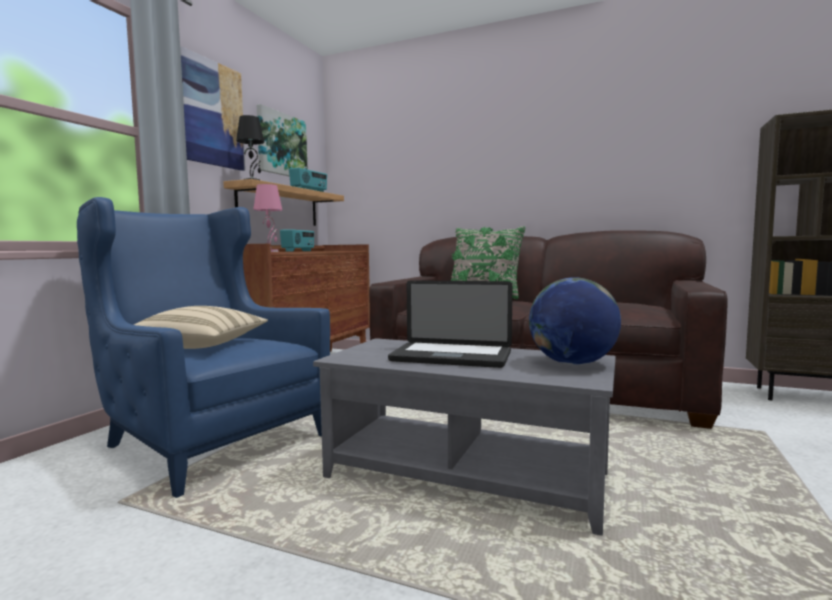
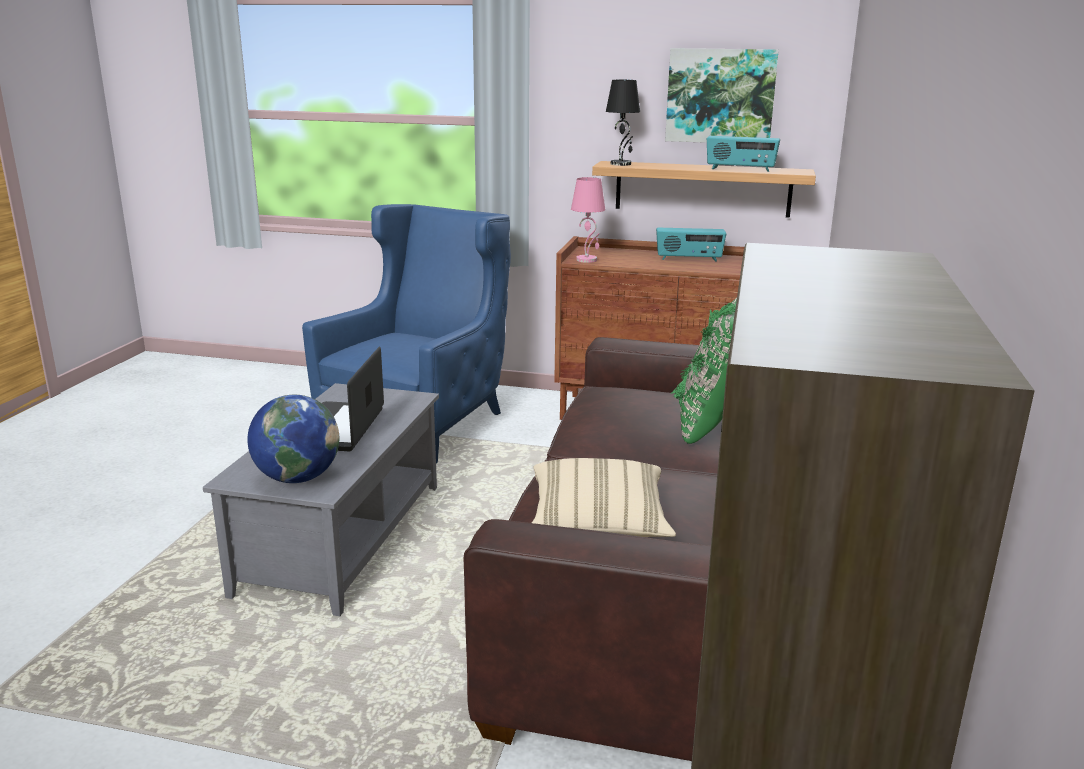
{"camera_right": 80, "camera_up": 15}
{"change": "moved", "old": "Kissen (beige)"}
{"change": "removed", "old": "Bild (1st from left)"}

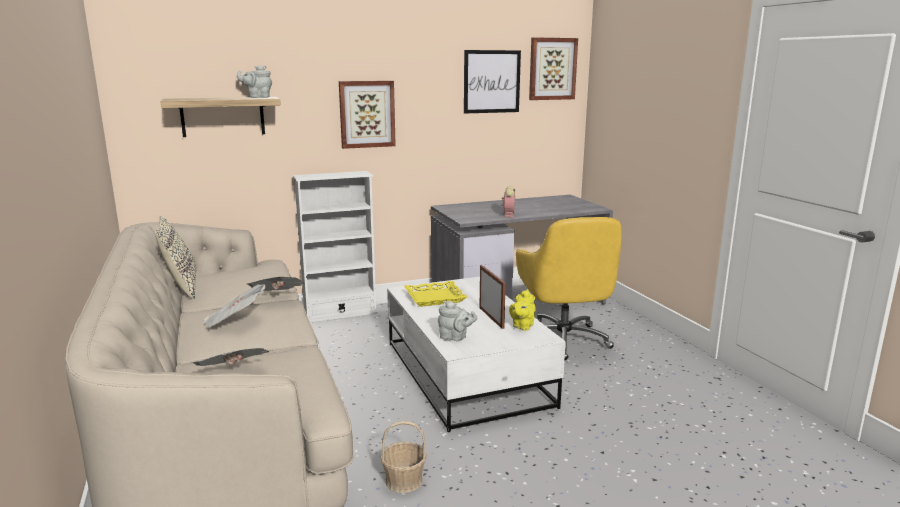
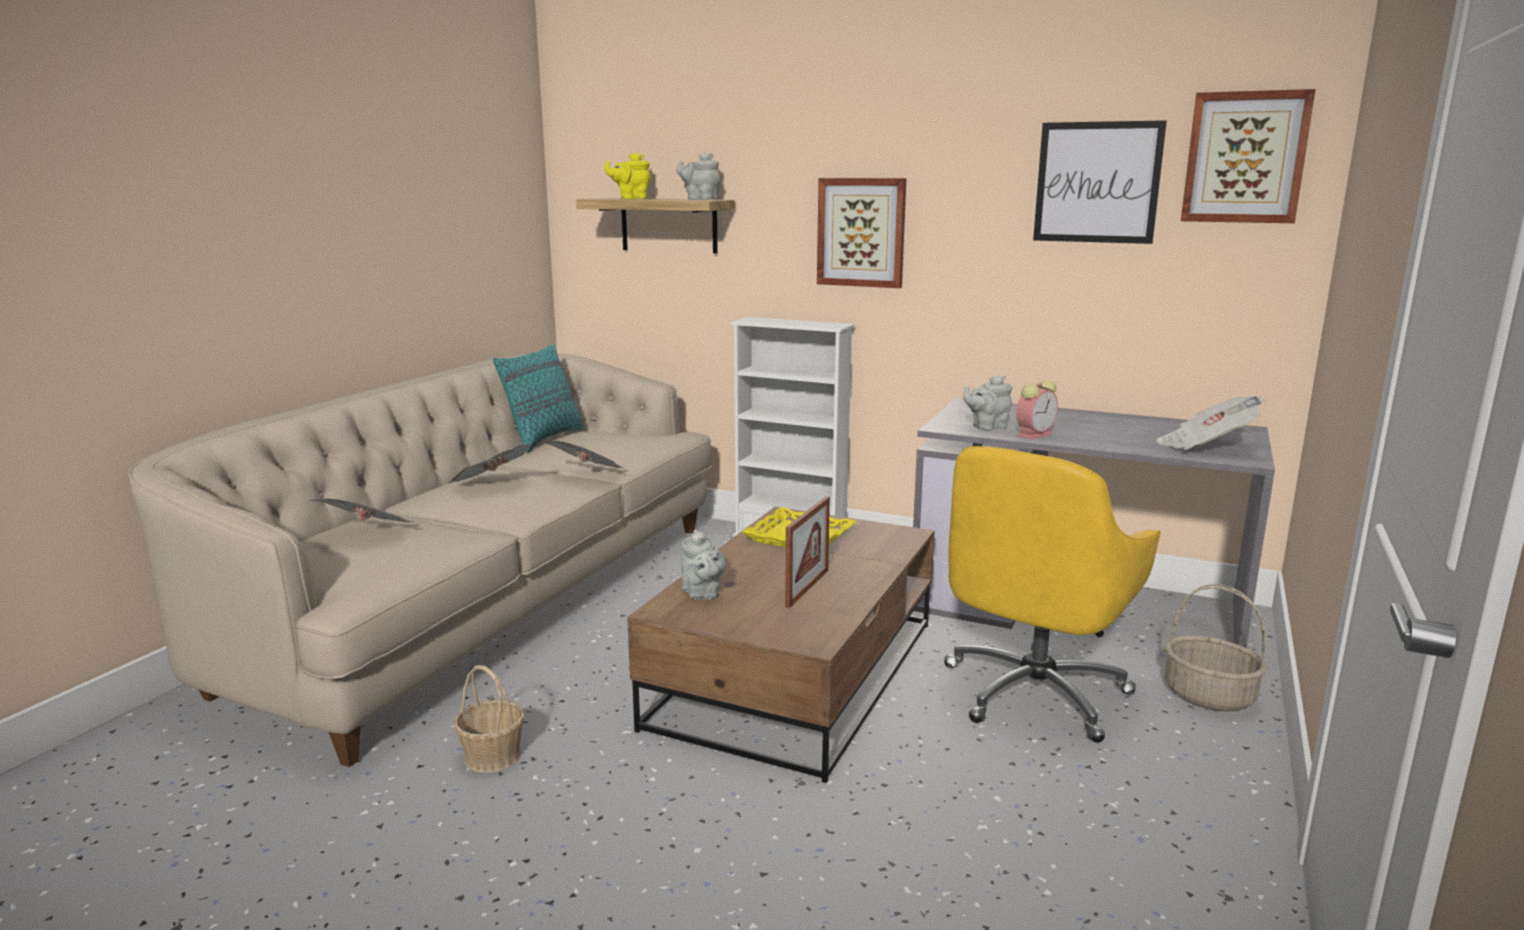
{"camera_right": 45, "camera_up": 0}
{"change": "recoloured", "old": "Kissen (beige)", "new": "Kissen (türkis)"}
{"change": "recoloured", "old": "Couchtisch (weiß)", "new": "Couchtisch (braun)"}
{"change": "moved", "old": "Teekanne (gelb)"}
{"change": "added", "new": "Teekanne (grau) (3rd from left)"}
{"change": "added", "new": "Zeitung (4th from left)"}
{"change": "added", "new": "Korb (2nd from left)"}

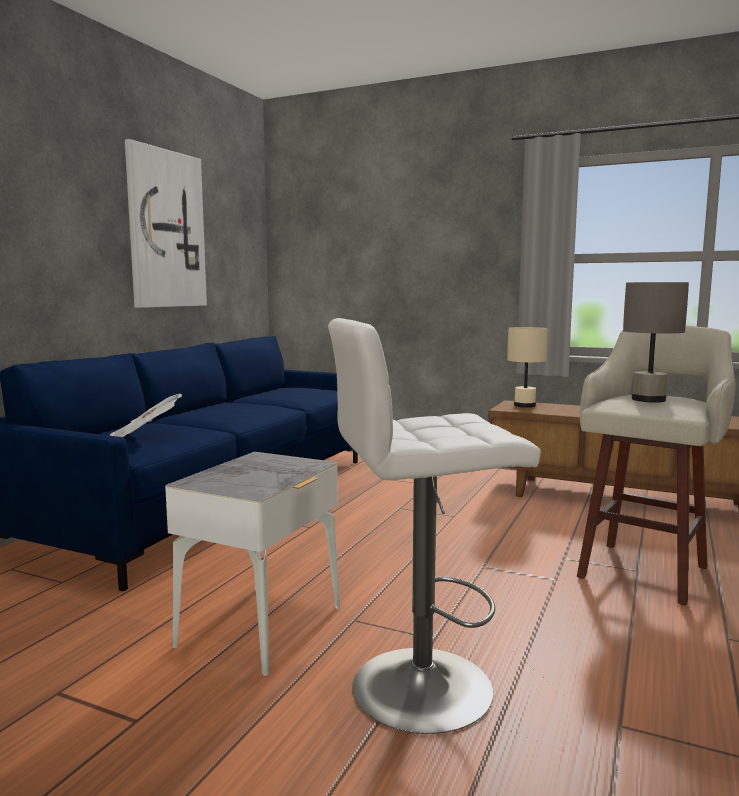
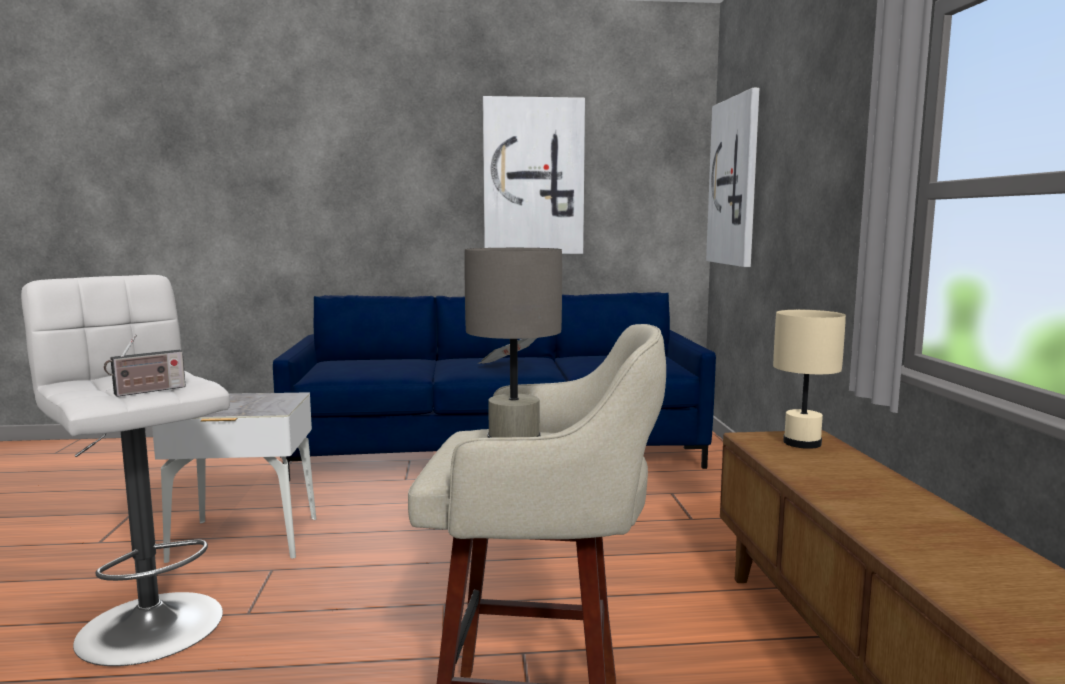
{"camera_right": 60, "camera_up": 0}
{"change": "moved", "old": "Zeitung"}
{"change": "added", "new": "Radio"}
{"change": "added", "new": "Bild (2nd from left)"}

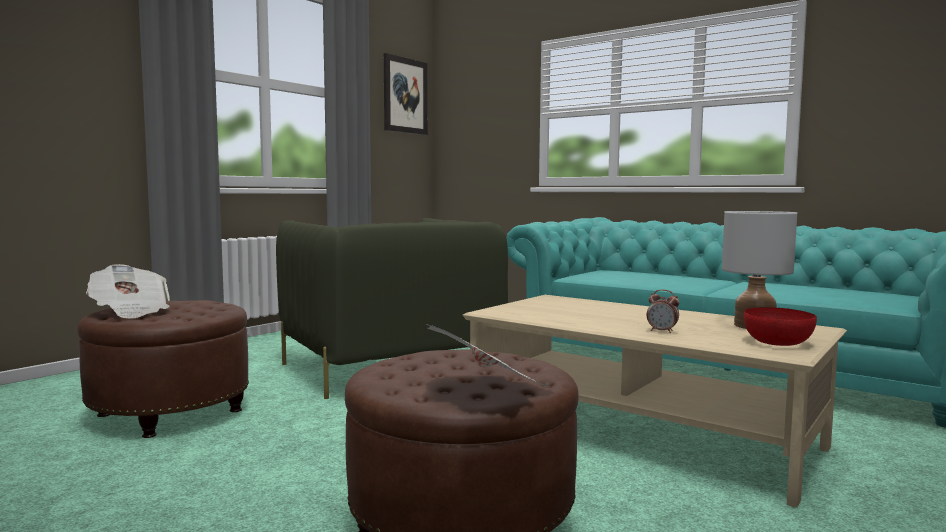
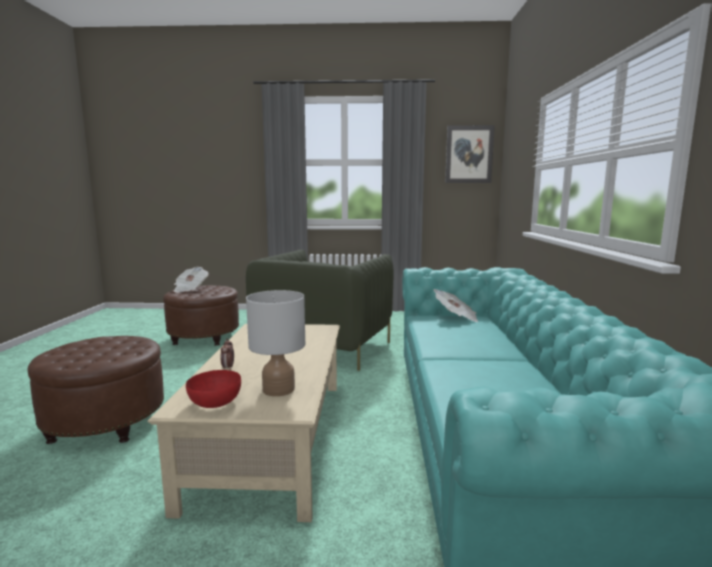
{"camera_right": 55, "camera_up": 5}
{"change": "moved", "old": "Zeitung (2nd from left)"}

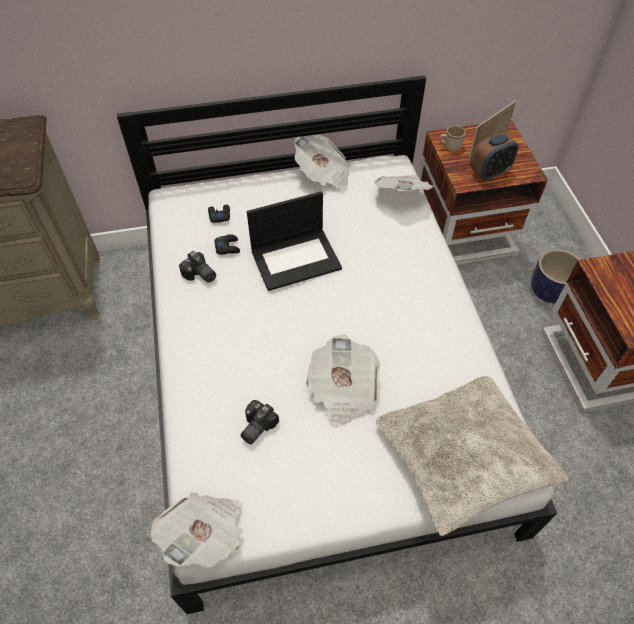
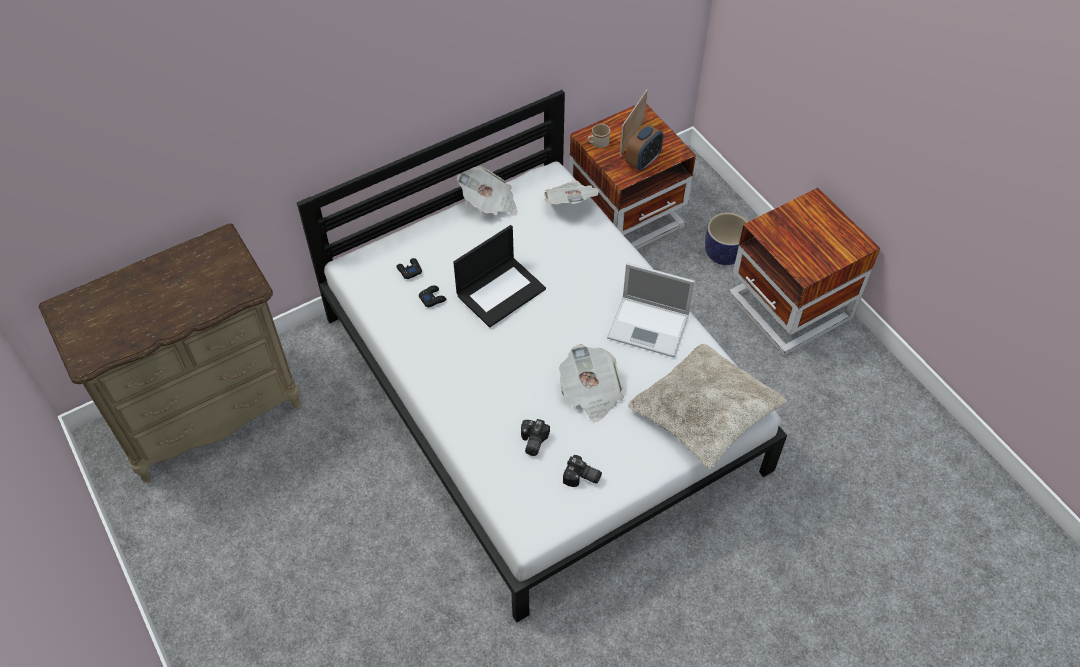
{"camera_right": -20, "camera_up": 0}
{"change": "removed", "old": "Zeitung (1st from left)"}
{"change": "moved", "old": "Kamera (1st from left in the first image)", "new": "Kamera (2nd from left)"}
{"change": "added", "new": "Laptop (2nd from left)"}

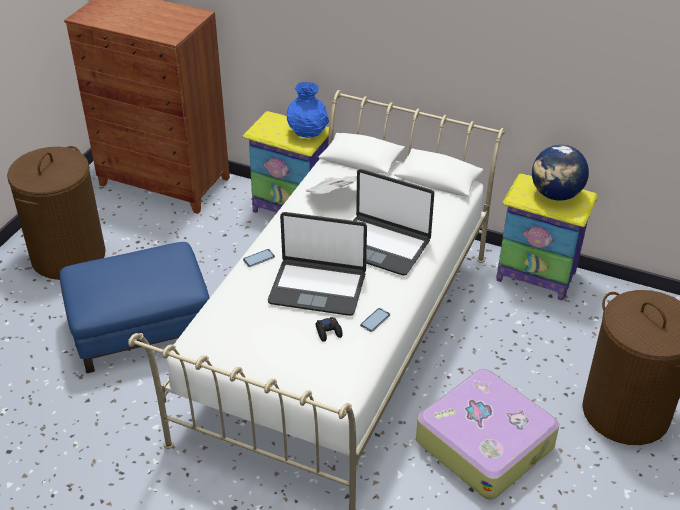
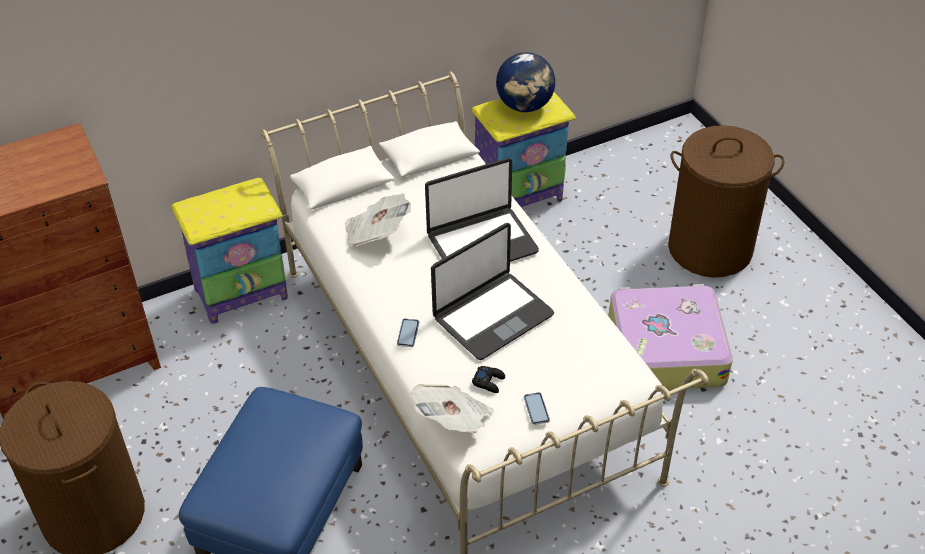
{"camera_right": -50, "camera_up": 5}
{"change": "removed", "old": "Vase (blau)"}
{"change": "moved", "old": "Gamepad (schwarz)"}
{"change": "moved", "old": "Handy (2nd from left)"}
{"change": "added", "new": "Zeitung (2nd from left)"}

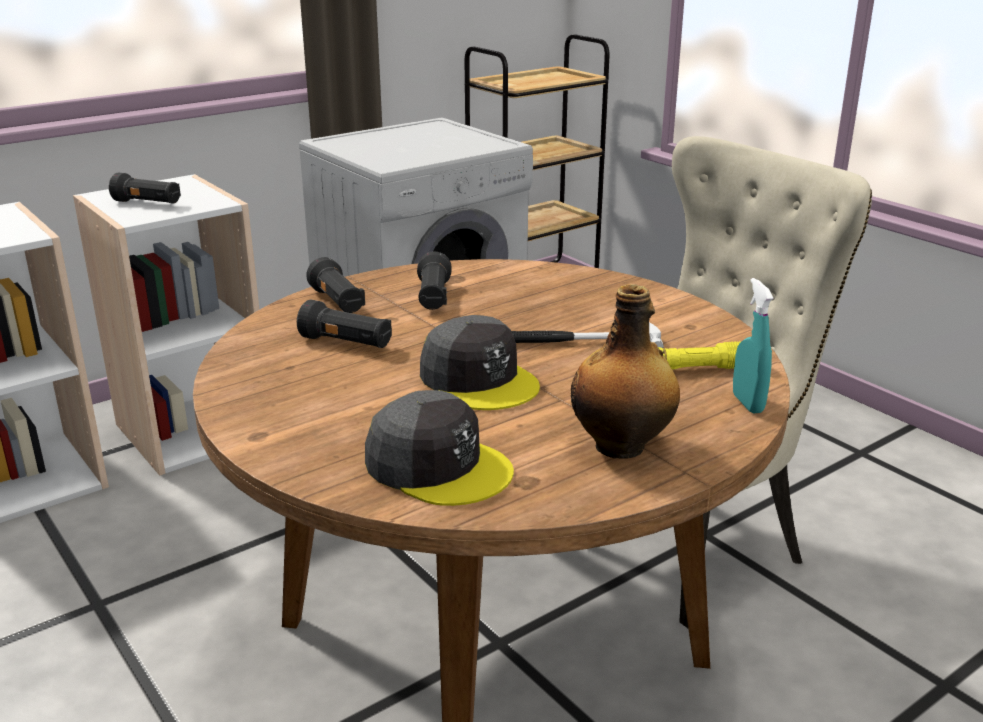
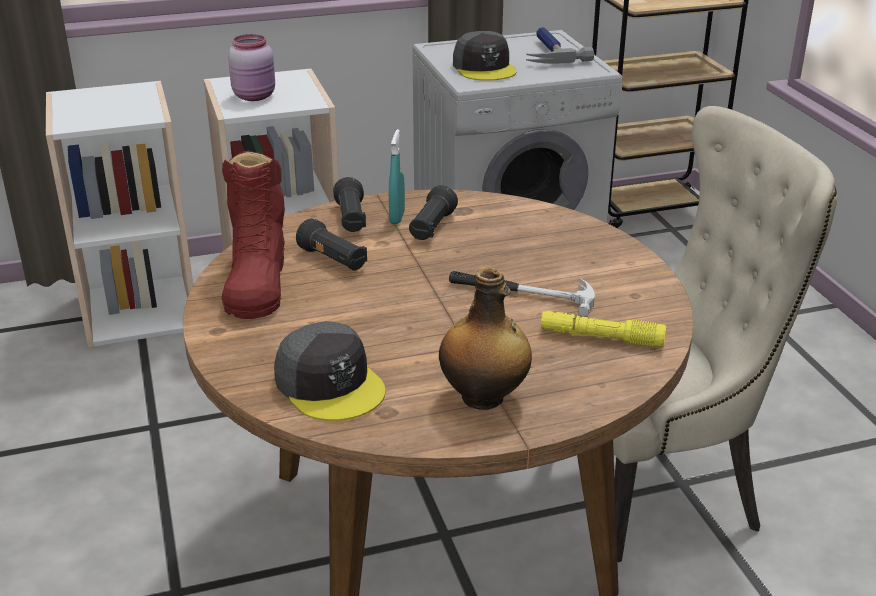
{"camera_right": 20, "camera_up": 5}
{"change": "replaced", "old": "Taschenlampe (schwarz) (1st from left)", "new": "Vorratsglas (rosa)"}
{"change": "moved", "old": "Kappe (grau) (2nd from left)"}
{"change": "moved", "old": "Sprühflasche (türkis)"}
{"change": "added", "new": "Stiefel (rot)"}
{"change": "added", "new": "Hammer (2nd from left)"}

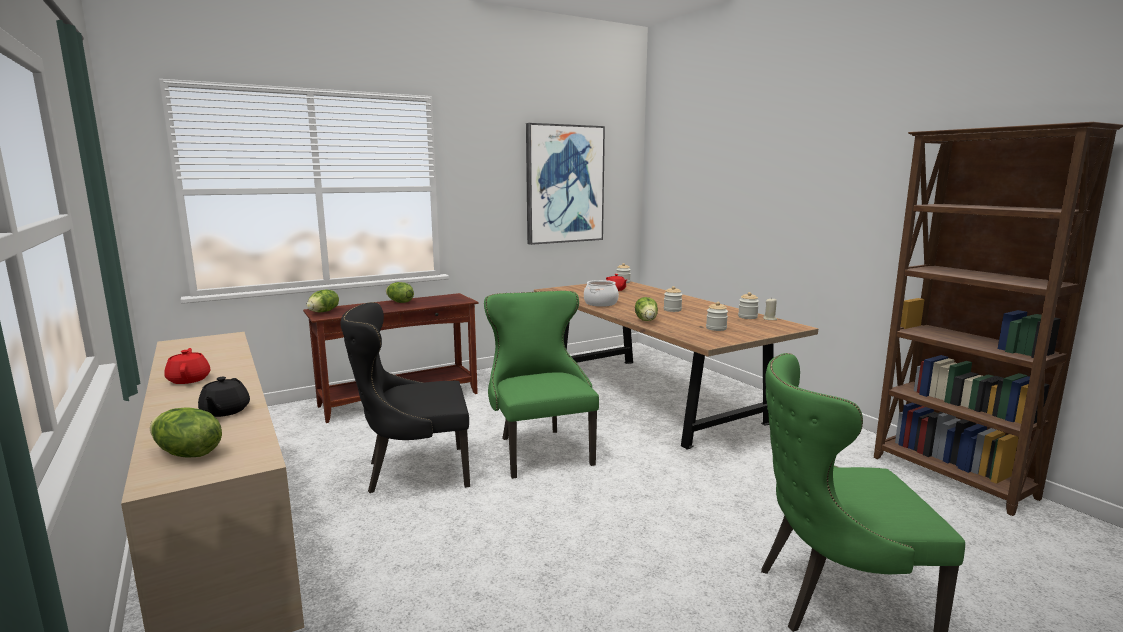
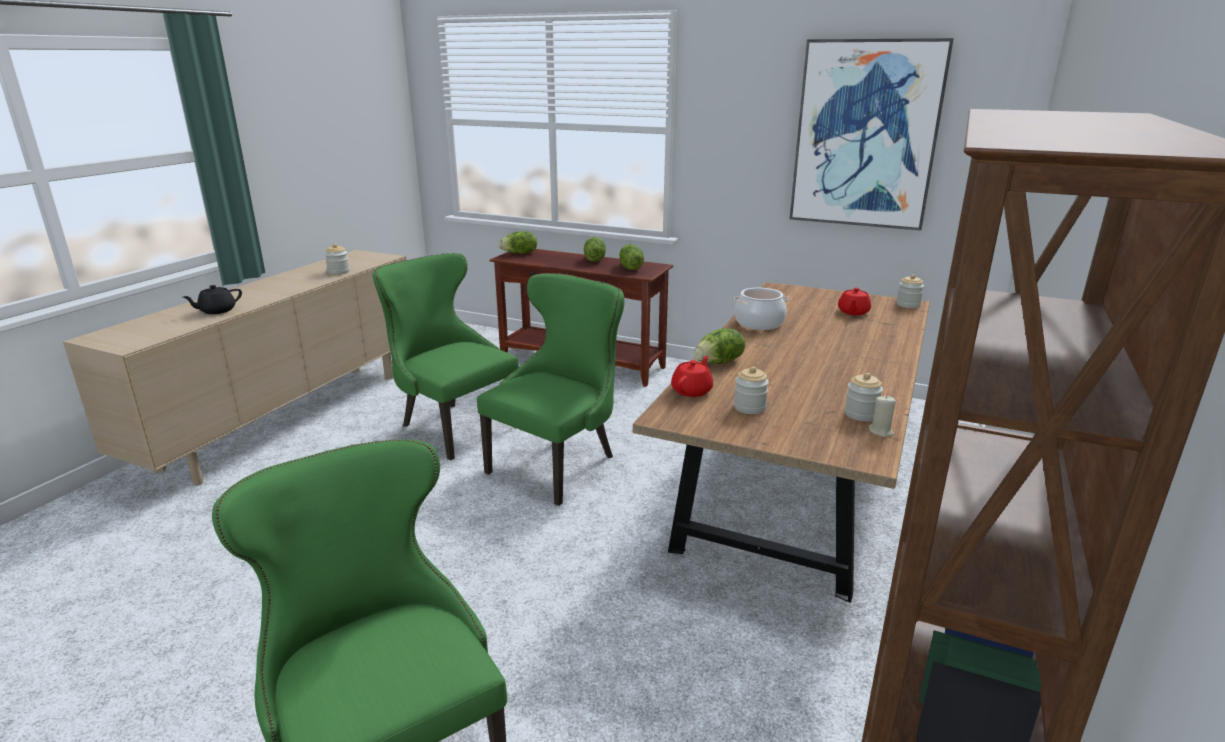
{"camera_right": 55, "camera_up": 10}
{"change": "moved", "old": "Salatkopf (1st from left in the first image)", "new": "Salatkopf (3rd from left)"}
{"change": "moved", "old": "Teekanne (rot) (1st from left)"}
{"change": "recoloured", "old": "Stuhl (schwarz)", "new": "Stuhl (grün) (2nd from left)"}
{"change": "moved", "old": "Vorratsglas (2nd from left in the first image)", "new": "Vorratsglas (1st from left)"}

